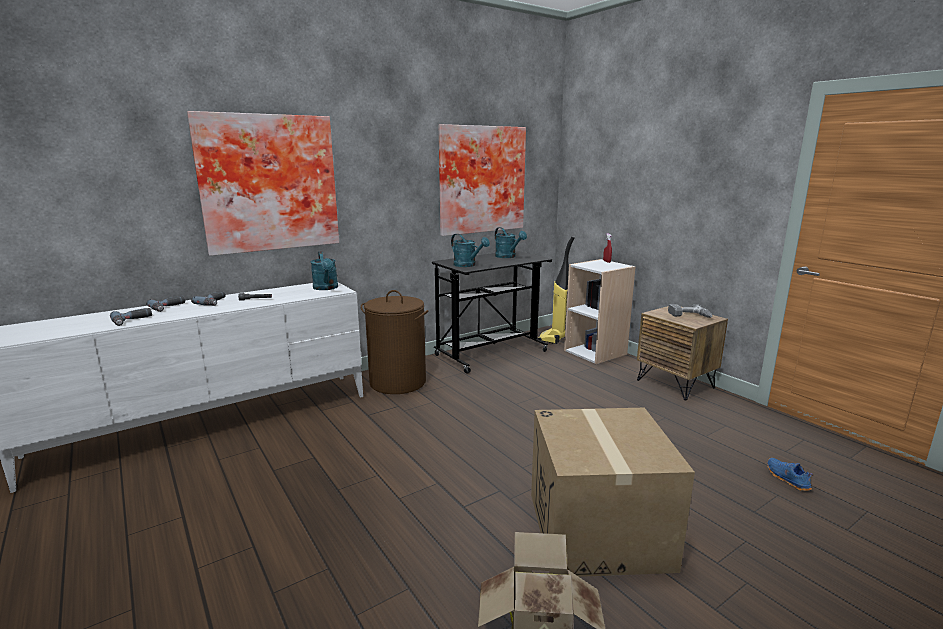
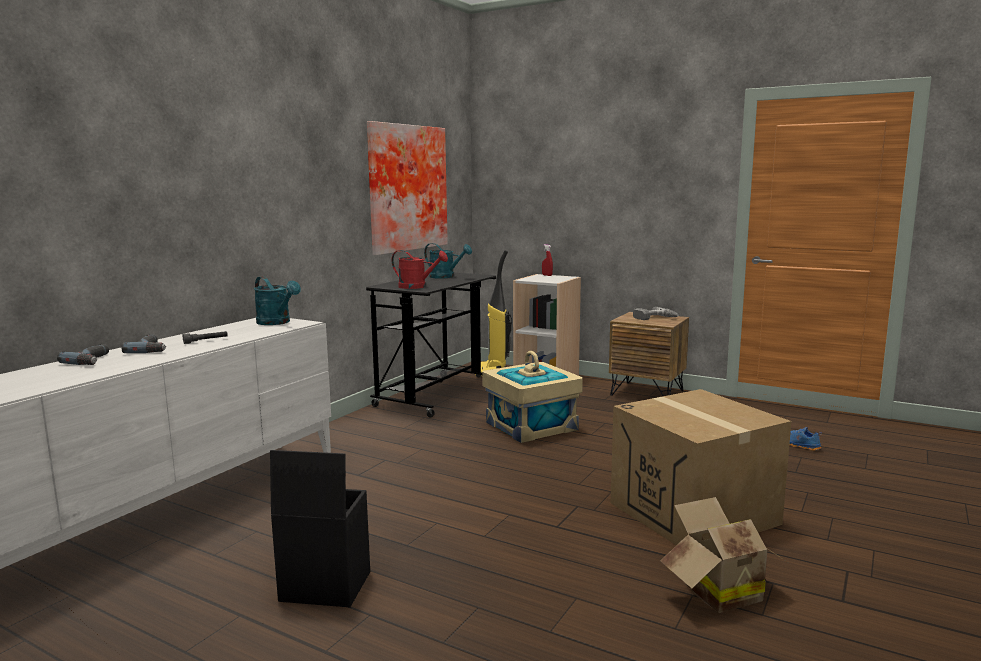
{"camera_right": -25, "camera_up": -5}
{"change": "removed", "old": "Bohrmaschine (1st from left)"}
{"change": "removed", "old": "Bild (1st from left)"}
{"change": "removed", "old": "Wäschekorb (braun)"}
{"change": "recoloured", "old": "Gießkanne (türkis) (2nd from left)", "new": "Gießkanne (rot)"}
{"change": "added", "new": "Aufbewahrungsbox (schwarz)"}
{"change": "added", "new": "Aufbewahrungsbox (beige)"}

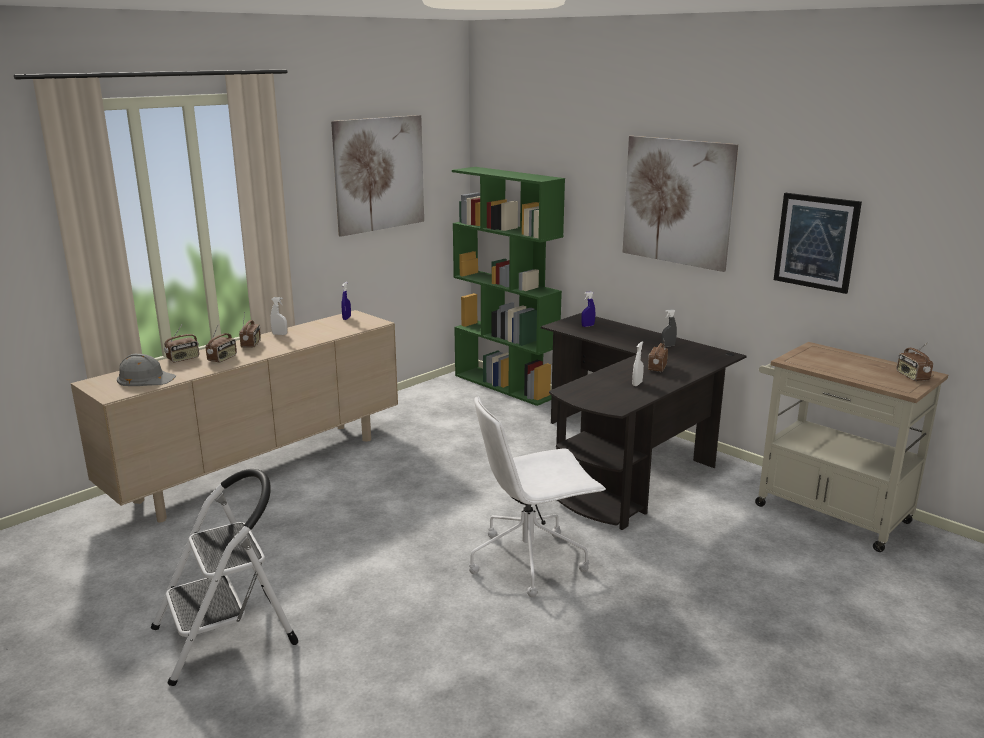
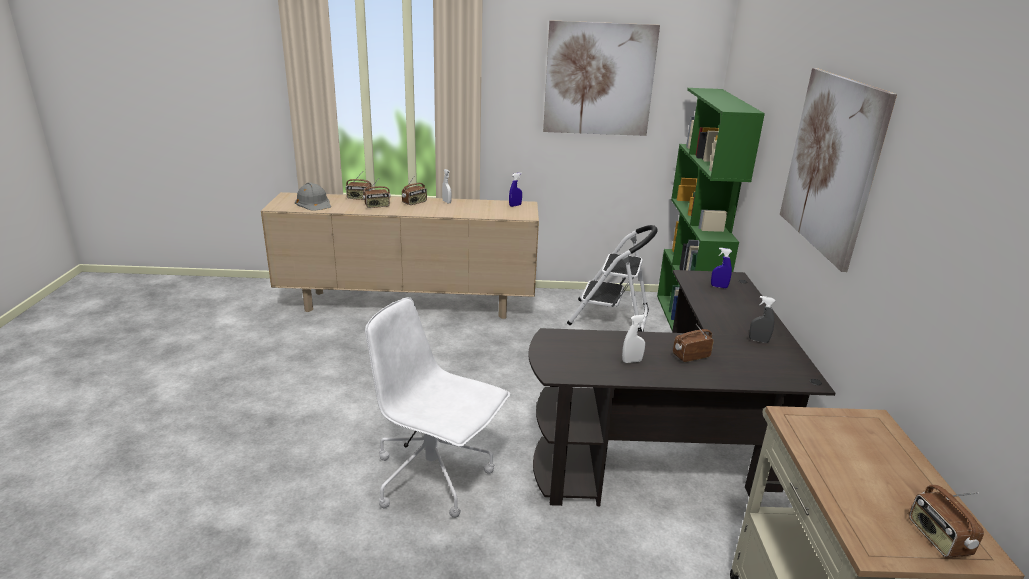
{"camera_right": 45, "camera_up": 5}
{"change": "moved", "old": "Trittleiter"}
{"change": "removed", "old": "Bild (3rd from left)"}
{"change": "turned", "old": "Radio (5th from left)", "degrees": -45}

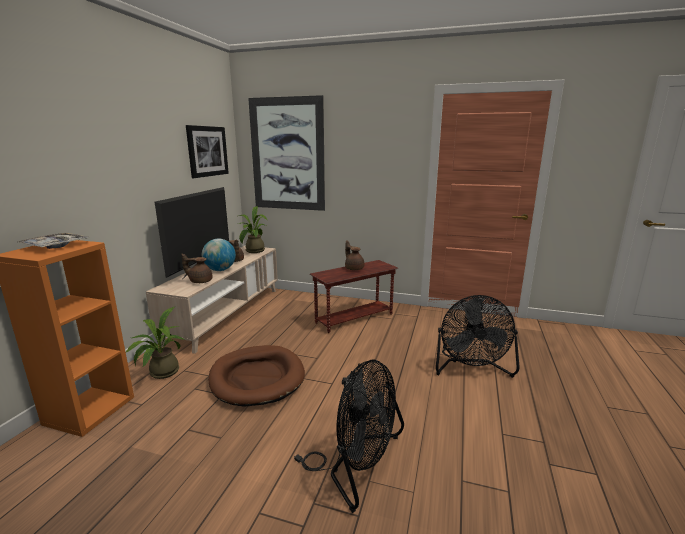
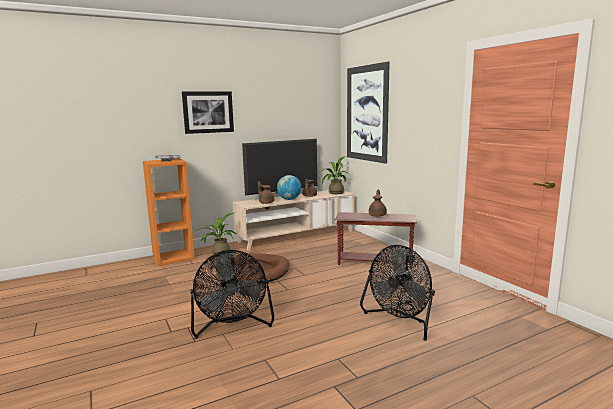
{"camera_right": 45, "camera_up": -5}
{"change": "moved", "old": "Bild (1st from left)"}

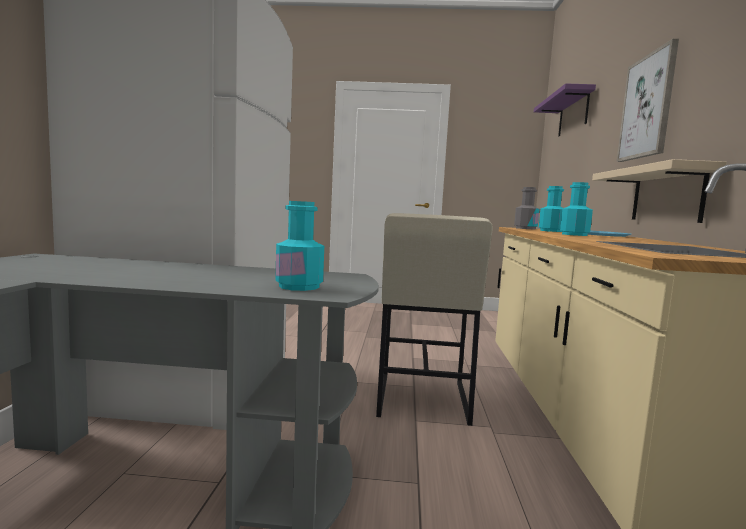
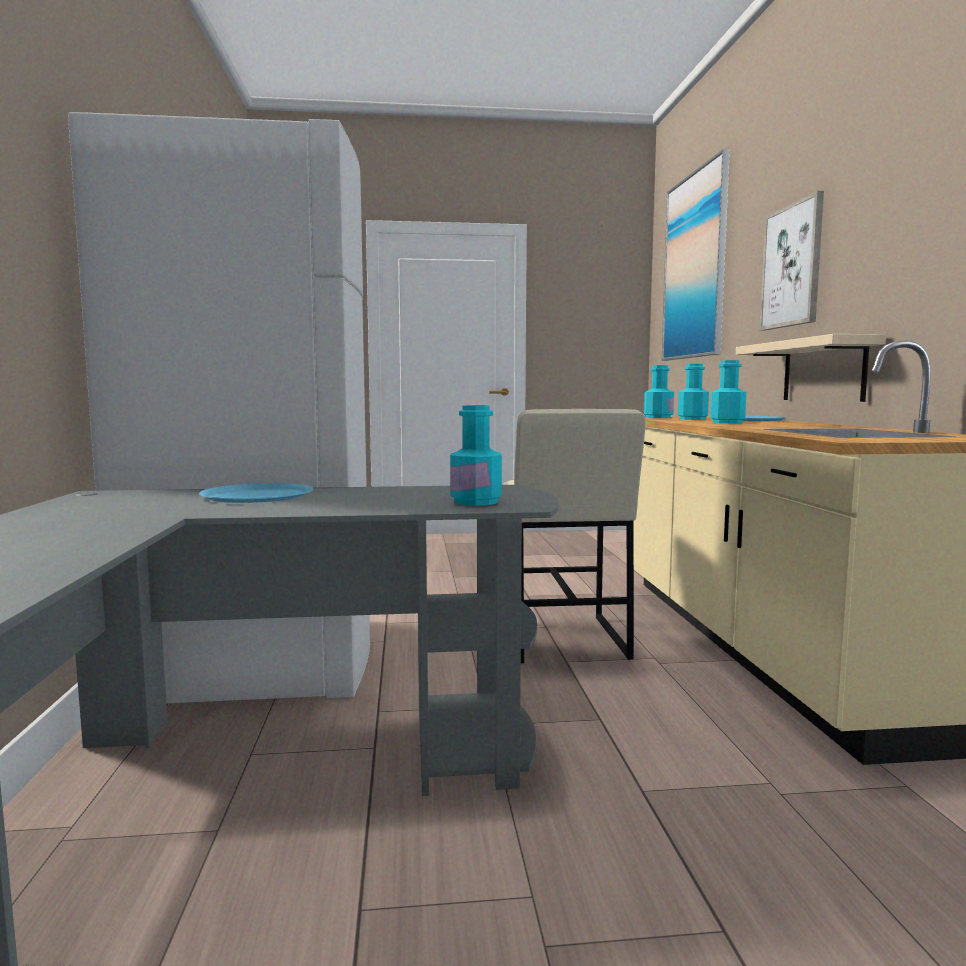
{"camera_right": -10, "camera_up": 0}
{"change": "recoloured", "old": "Flasche (grau)", "new": "Flasche (türkis) (2nd from left)"}
{"change": "replaced", "old": "Wandregal (lila)", "new": "Bild (1st from left)"}
{"change": "added", "new": "Teller (blau) (1st from left)"}

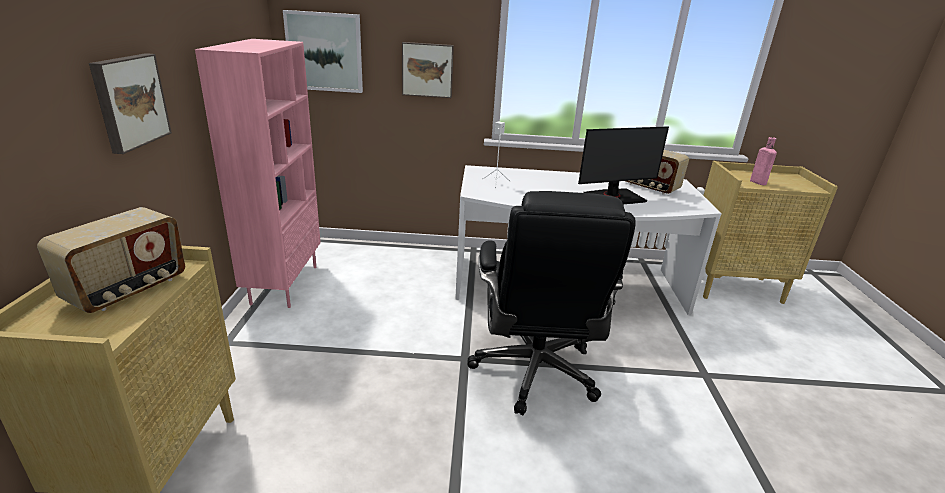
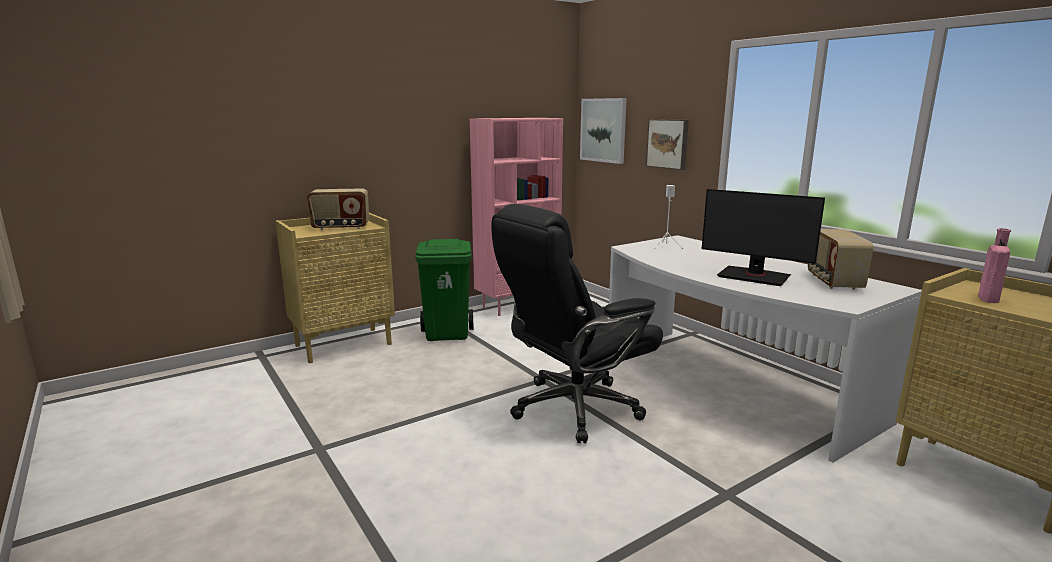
{"camera_right": 55, "camera_up": -10}
{"change": "removed", "old": "Bild (1st from left)"}
{"change": "added", "new": "Mülleimer (grün)"}

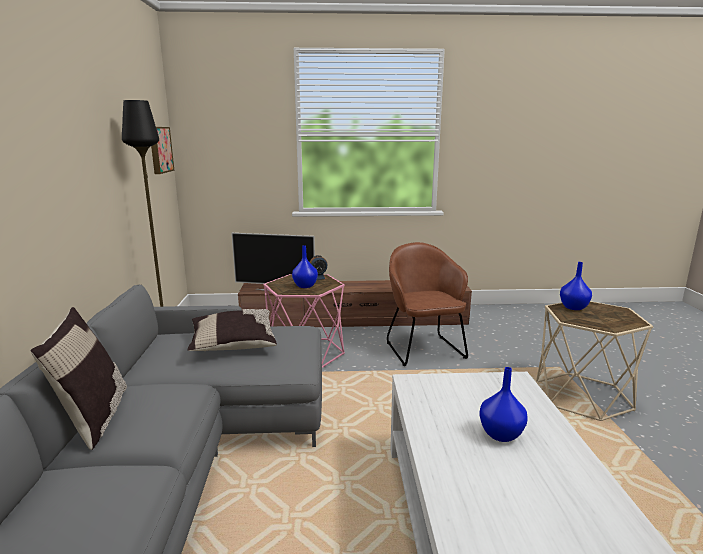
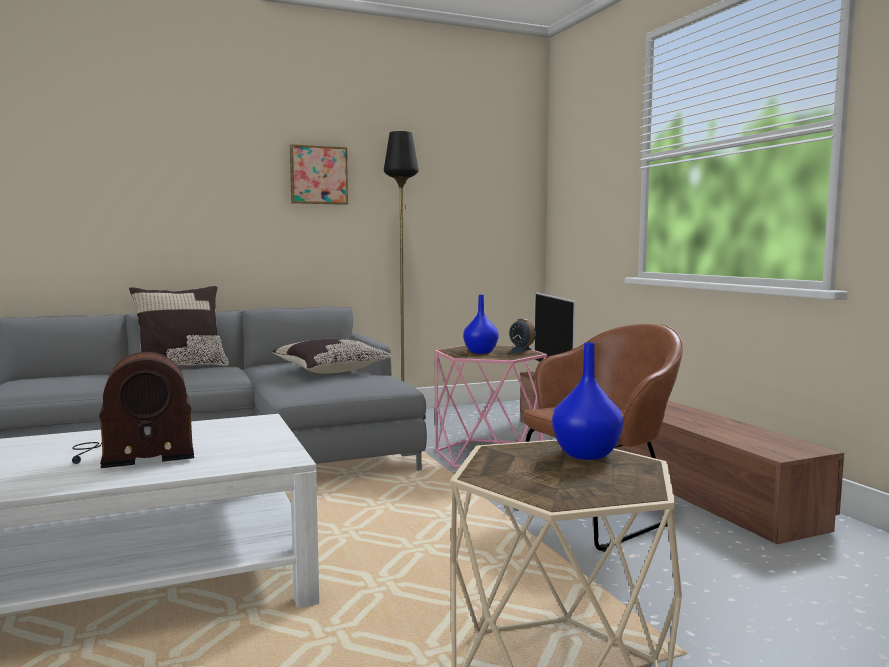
{"camera_right": 70, "camera_up": -10}
{"change": "moved", "old": "Bild"}
{"change": "replaced", "old": "Vase (blau) (2nd from left)", "new": "Radio"}

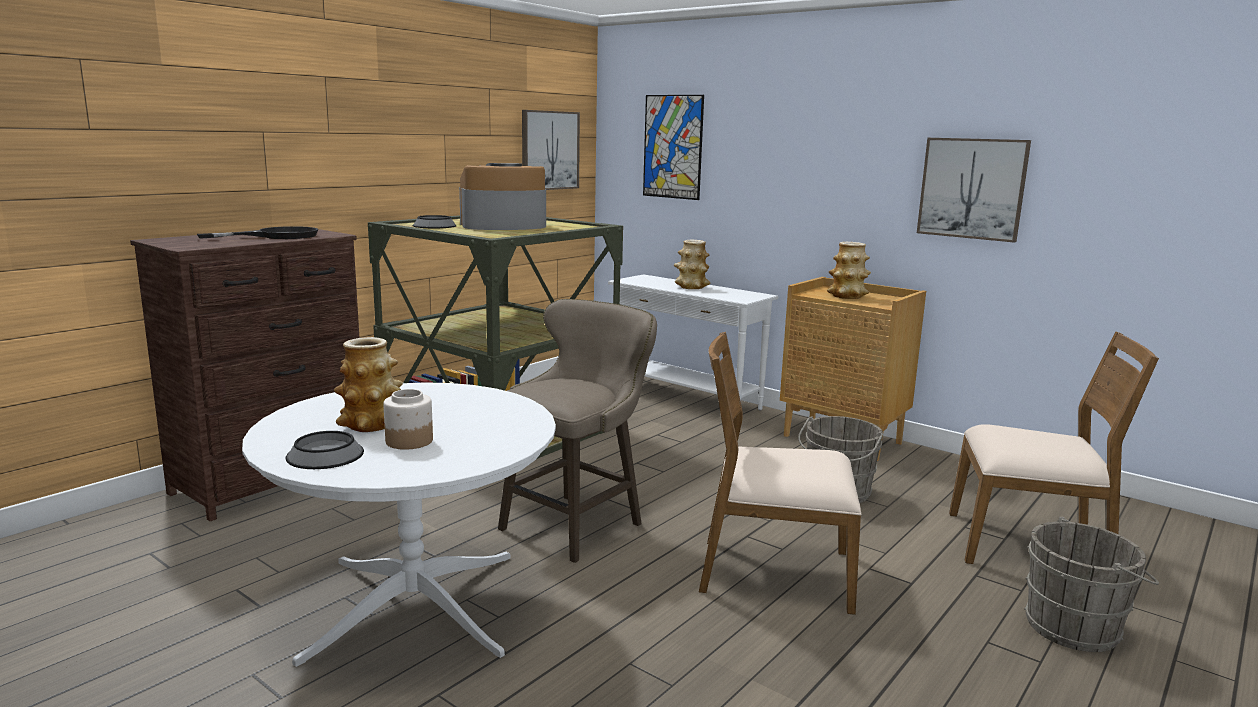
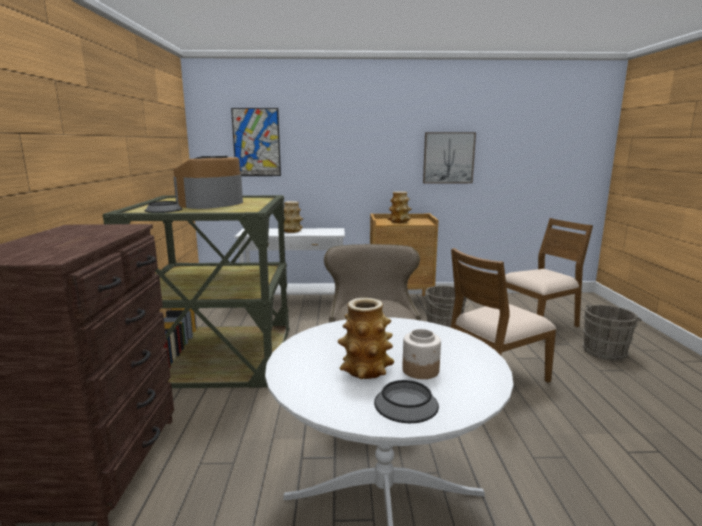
{"camera_right": -40, "camera_up": 0}
{"change": "removed", "old": "Pfanne (schwarz)"}
{"change": "removed", "old": "Bild (1st from left)"}

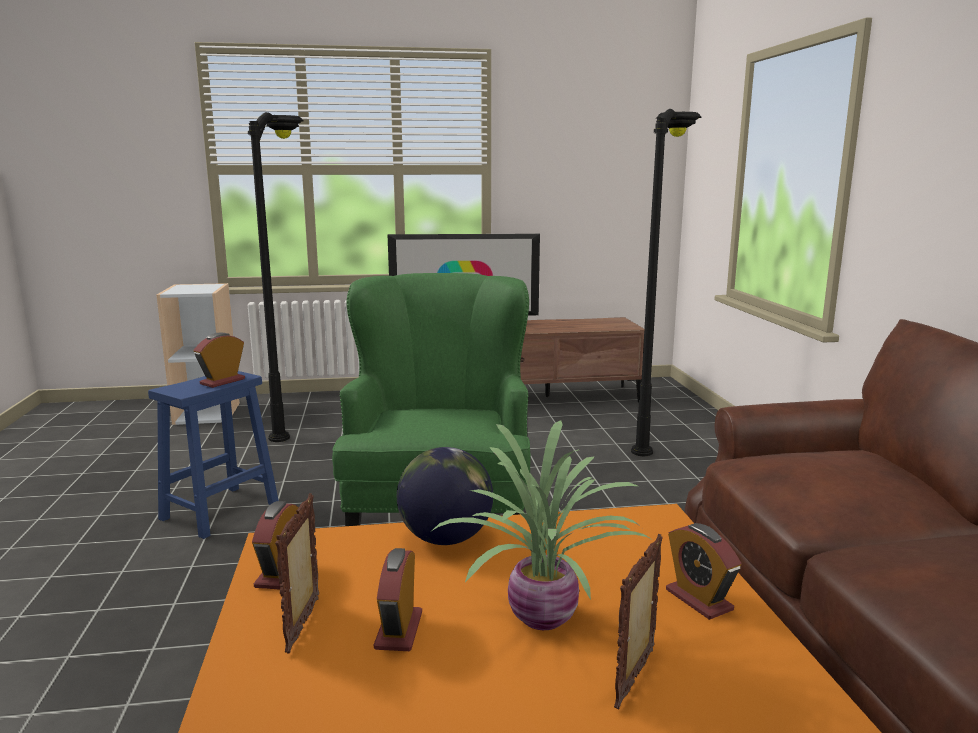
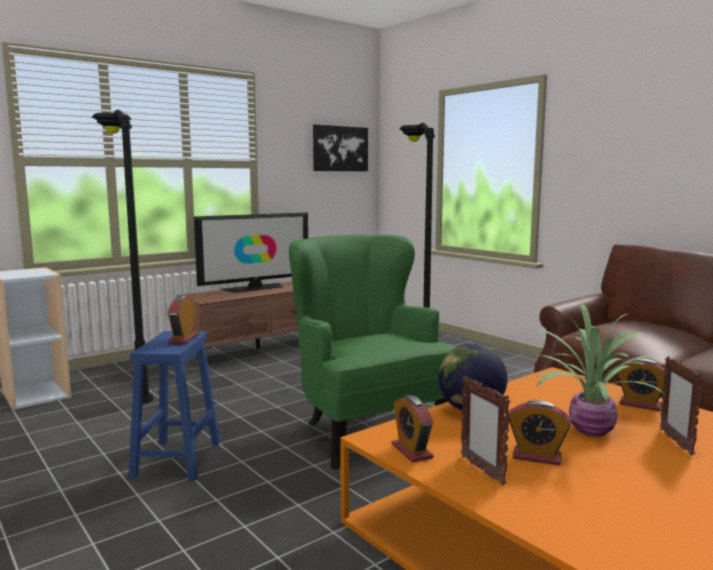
{"camera_right": -30, "camera_up": -5}
{"change": "turned", "old": "Wecker (3rd from left)", "degrees": -45}
{"change": "added", "new": "Bild"}

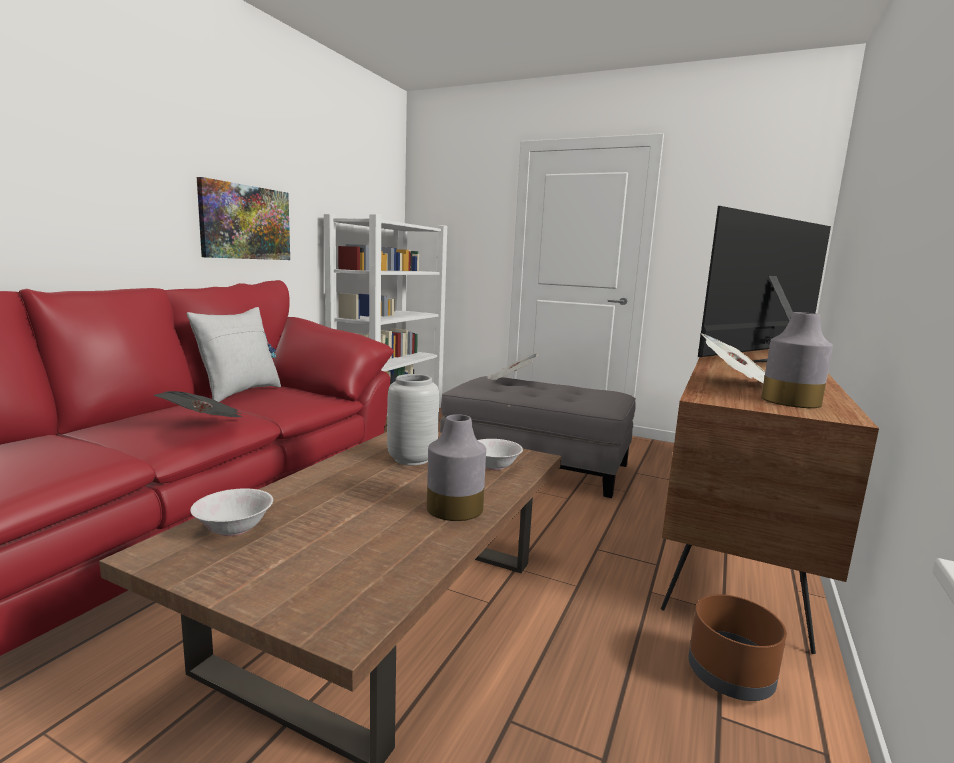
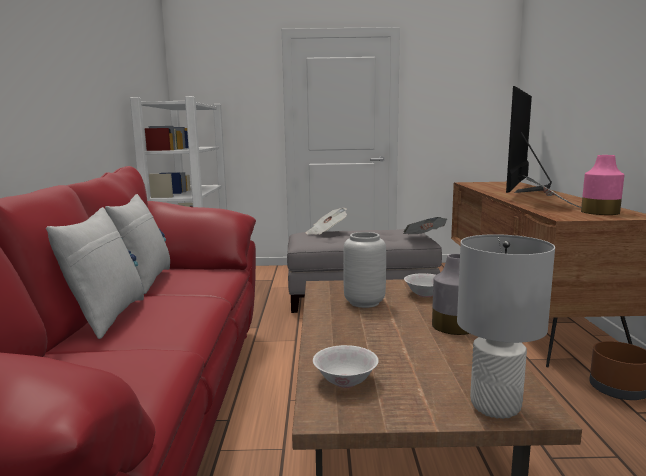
{"camera_right": -25, "camera_up": 0}
{"change": "moved", "old": "Zeitung (1st from left in the first image)", "new": "Zeitung (2nd from left)"}
{"change": "removed", "old": "Bild"}
{"change": "recoloured", "old": "Vase (grau) (3rd from left)", "new": "Vase (rosa)"}
{"change": "added", "new": "Kissen (grau) (1st from left)"}
{"change": "added", "new": "Tischlampe (grau)"}

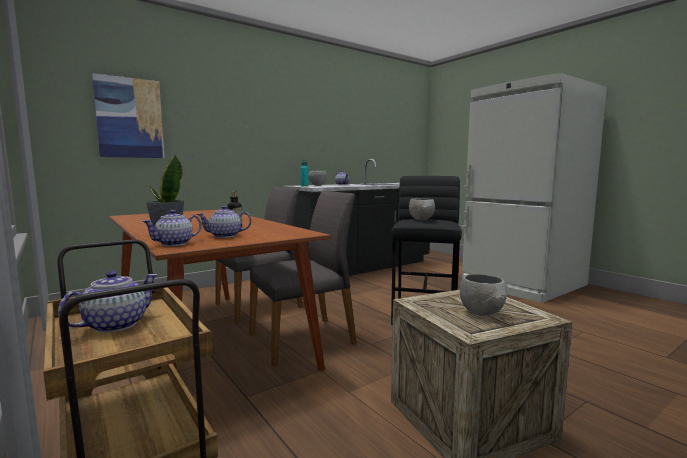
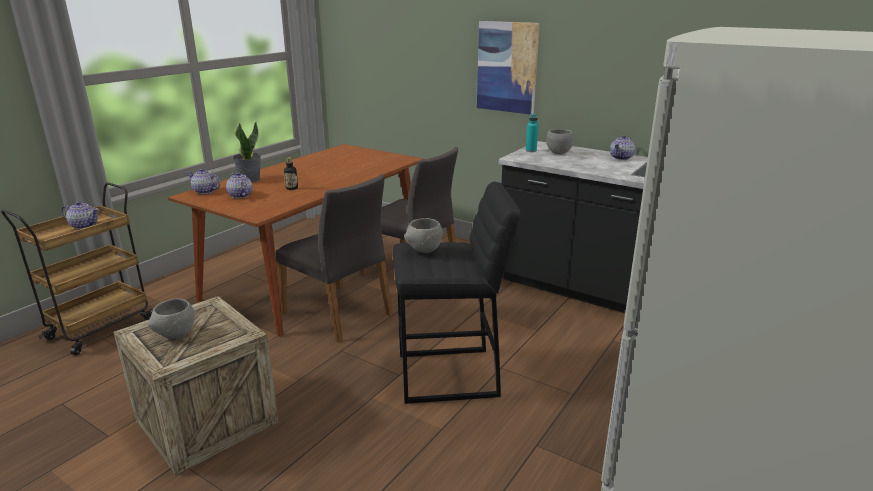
{"camera_right": 70, "camera_up": 15}
{"change": "moved", "old": "Bild"}

